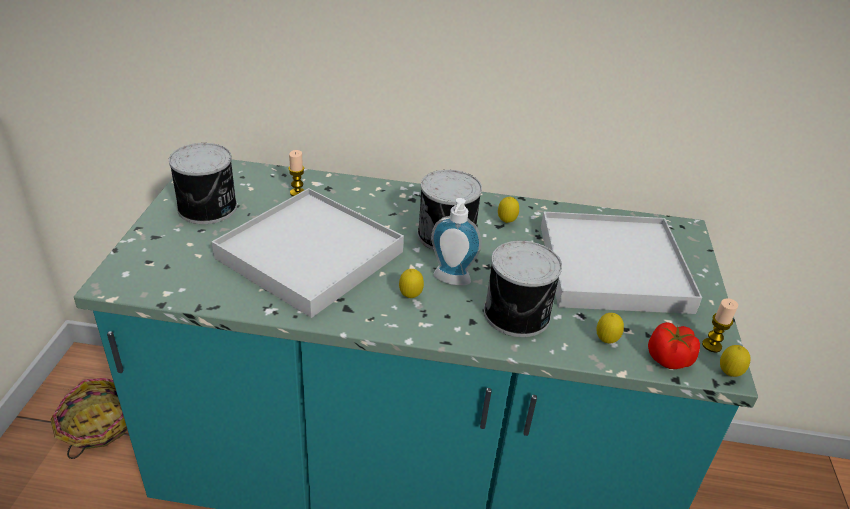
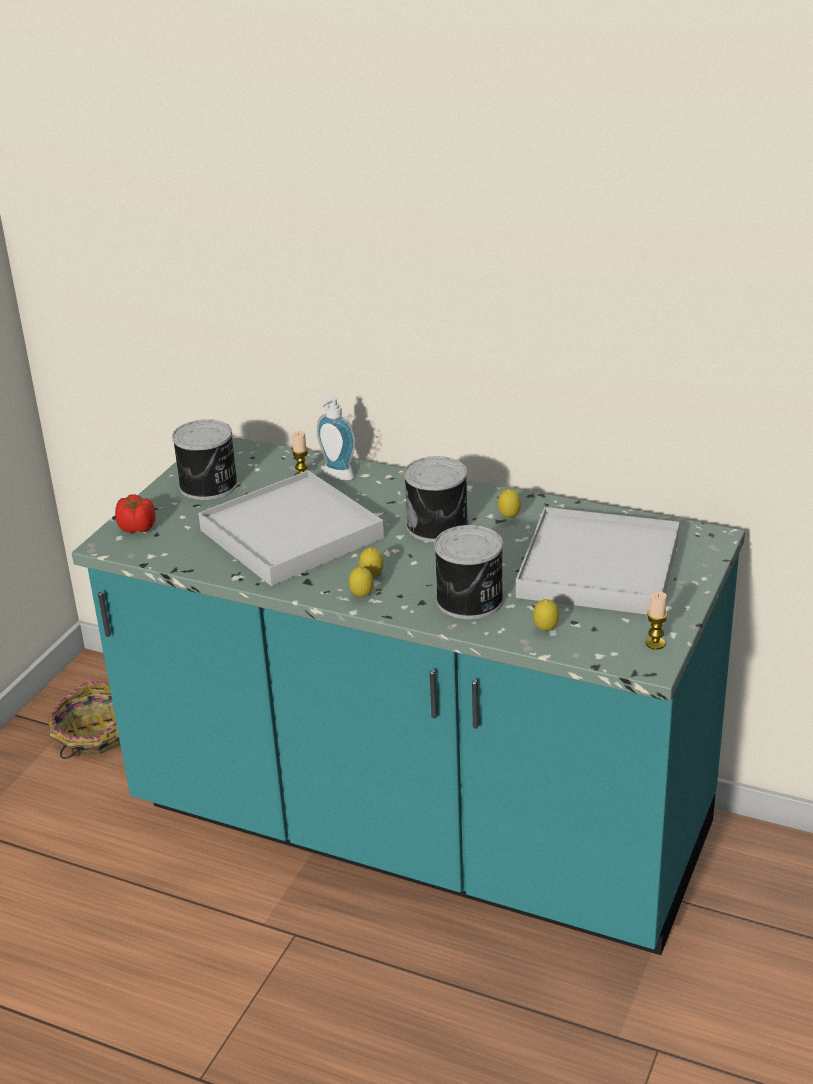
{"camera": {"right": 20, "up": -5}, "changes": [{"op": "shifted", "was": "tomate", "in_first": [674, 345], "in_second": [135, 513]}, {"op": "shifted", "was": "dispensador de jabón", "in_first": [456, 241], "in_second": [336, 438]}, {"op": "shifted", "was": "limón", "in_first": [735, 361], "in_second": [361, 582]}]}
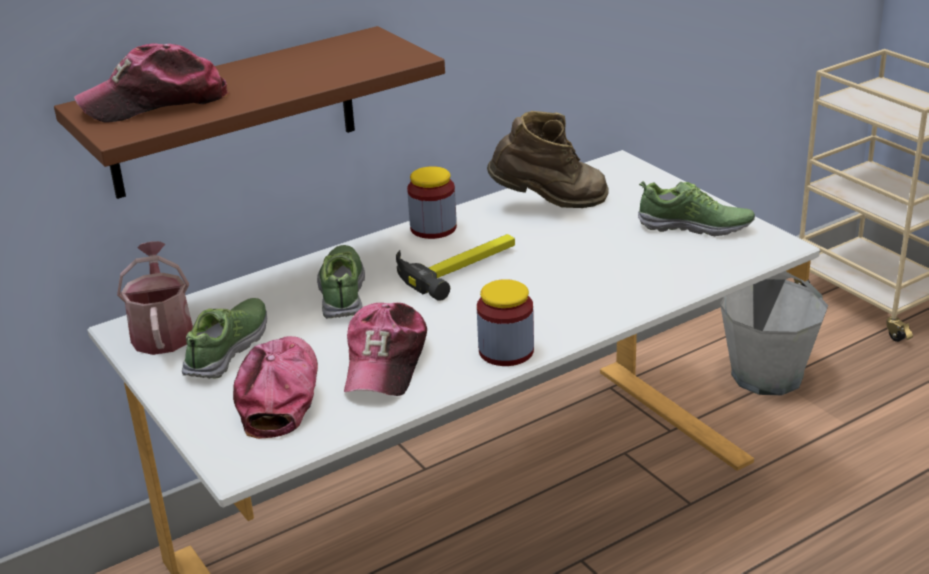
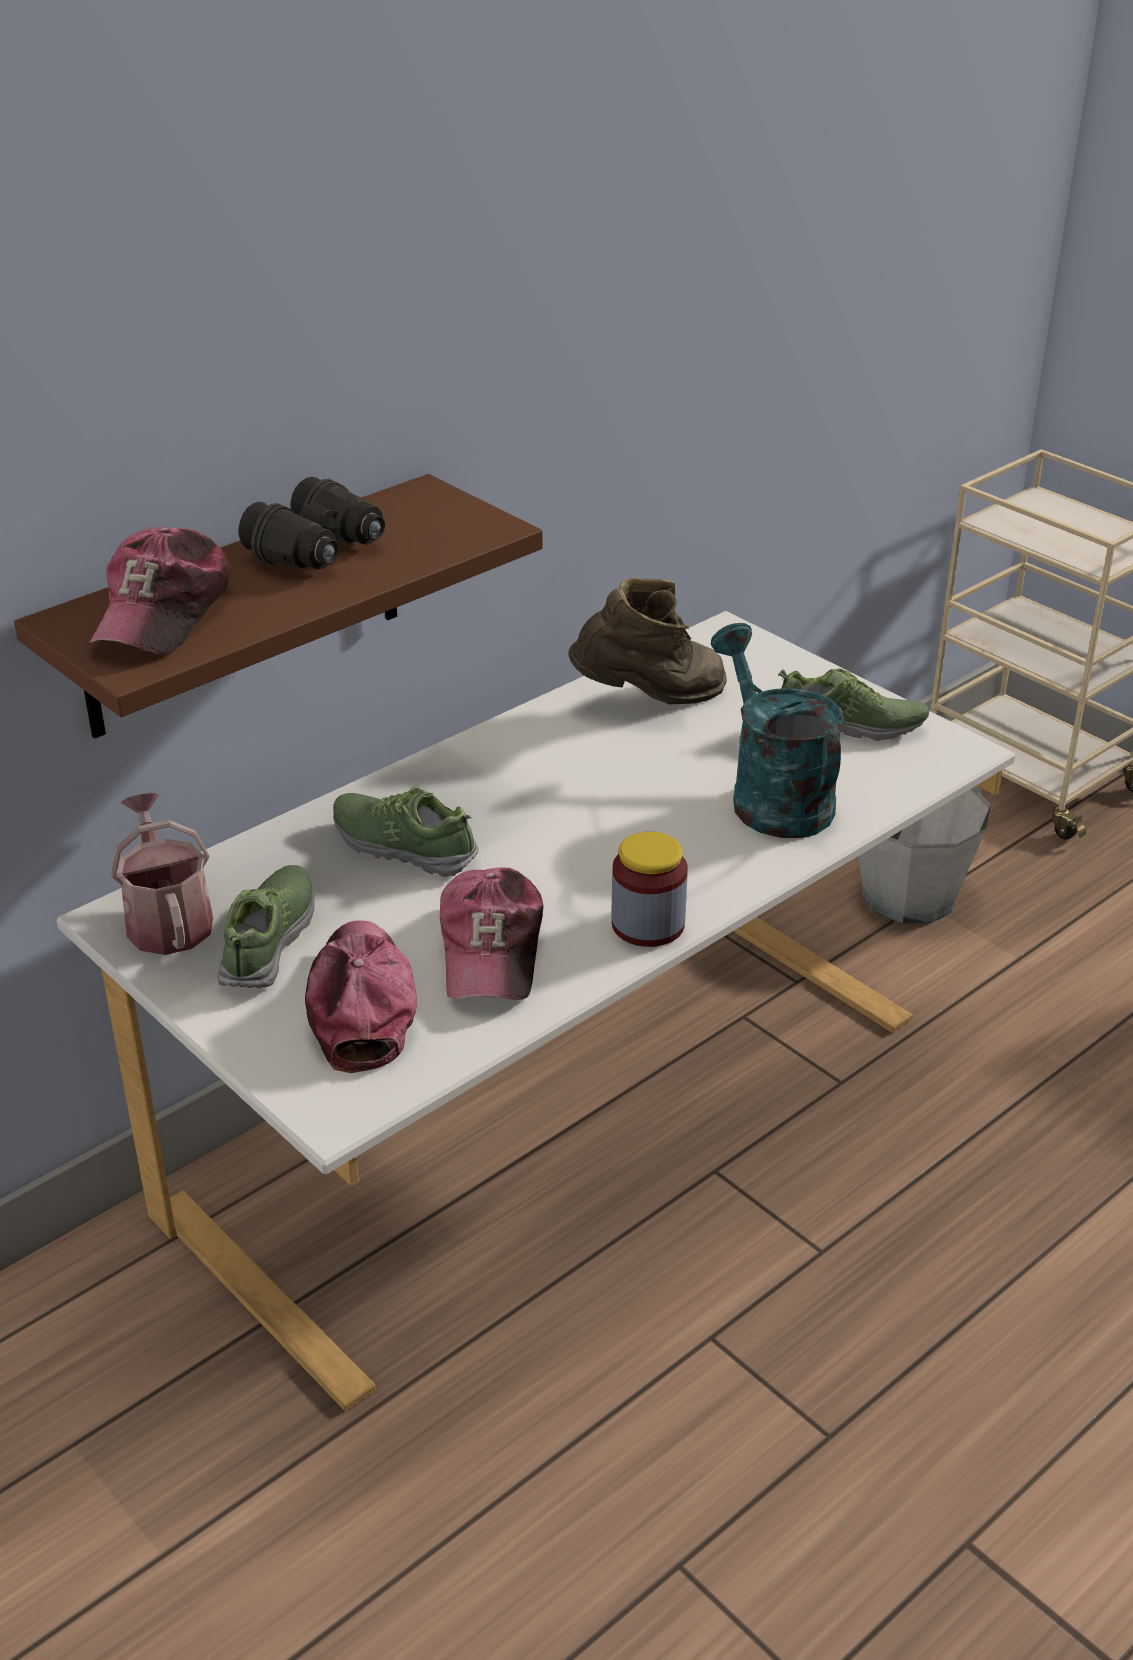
{"camera": {"right": -10, "up": 5}, "changes": [{"op": "rotated", "was": "gorra", "in_first": [151, 83], "in_second": [159, 590], "clockwise": -45}, {"op": "new", "now": "prismáticos (negro)", "in_second": [312, 523]}, {"op": "rotated", "was": "zapato", "in_first": [341, 282], "in_second": [406, 832], "clockwise": -45}, {"op": "new", "now": "regadera (turquesa)", "in_second": [777, 730]}, {"op": "gone", "was": "martillo", "in_first": [455, 267]}, {"op": "gone", "was": "tarro", "in_first": [432, 202]}]}
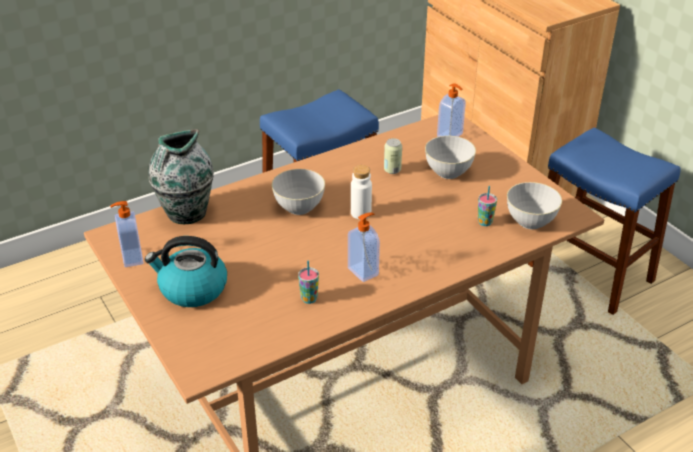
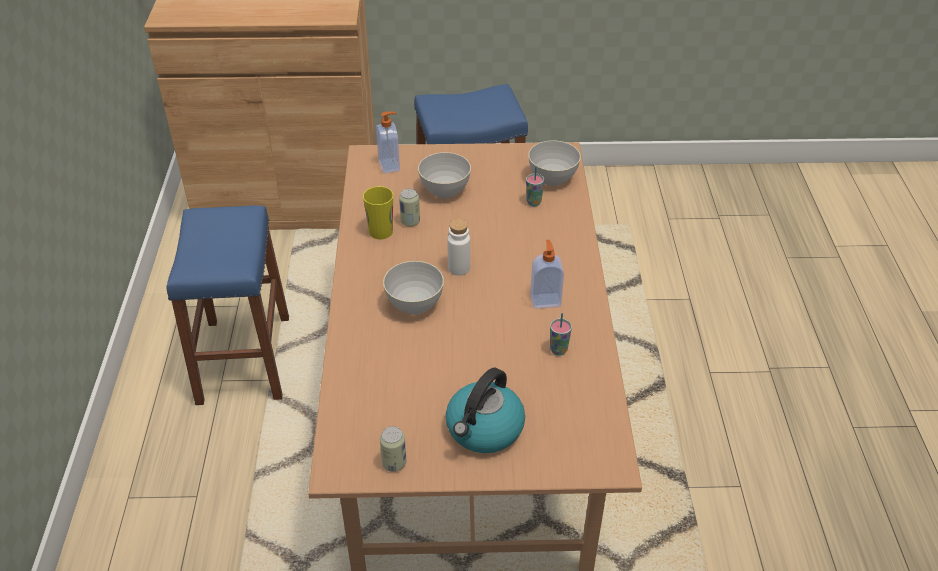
{"camera": {"right": -60, "up": 5}, "changes": [{"op": "new", "now": "taza", "in_second": [378, 212]}, {"op": "swapped", "was": "dispensador de jabón", "now": "lata", "in_first": [127, 234], "in_second": [393, 449]}, {"op": "gone", "was": "florero", "in_first": [181, 176]}]}
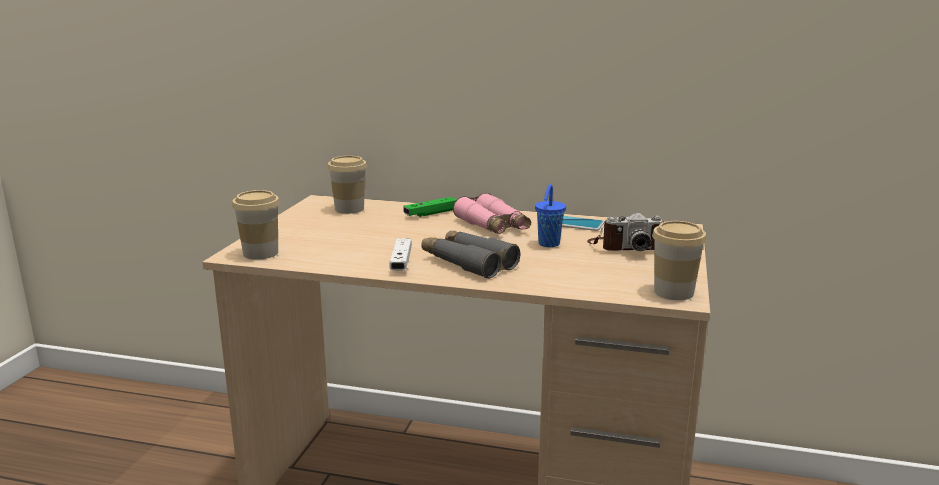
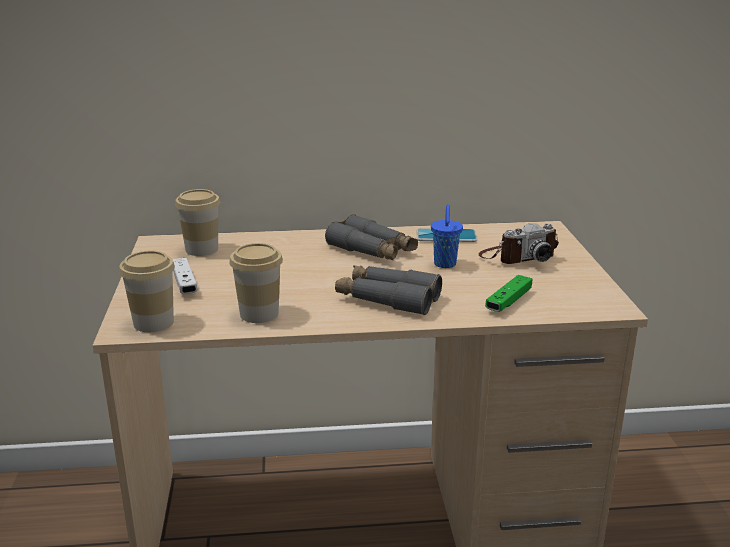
{"camera": {"right": -20, "up": 5}, "changes": [{"op": "shifted", "was": "mando de consola (blanco)", "in_first": [400, 255], "in_second": [185, 276]}, {"op": "shifted", "was": "taza", "in_first": [679, 260], "in_second": [256, 283]}, {"op": "repainted", "was": "prismáticos (rosa)", "now": "prismáticos (gris)", "in_first": [492, 213], "in_second": [371, 237]}, {"op": "shifted", "was": "mando de consola (verde)", "in_first": [430, 207], "in_second": [508, 293]}]}
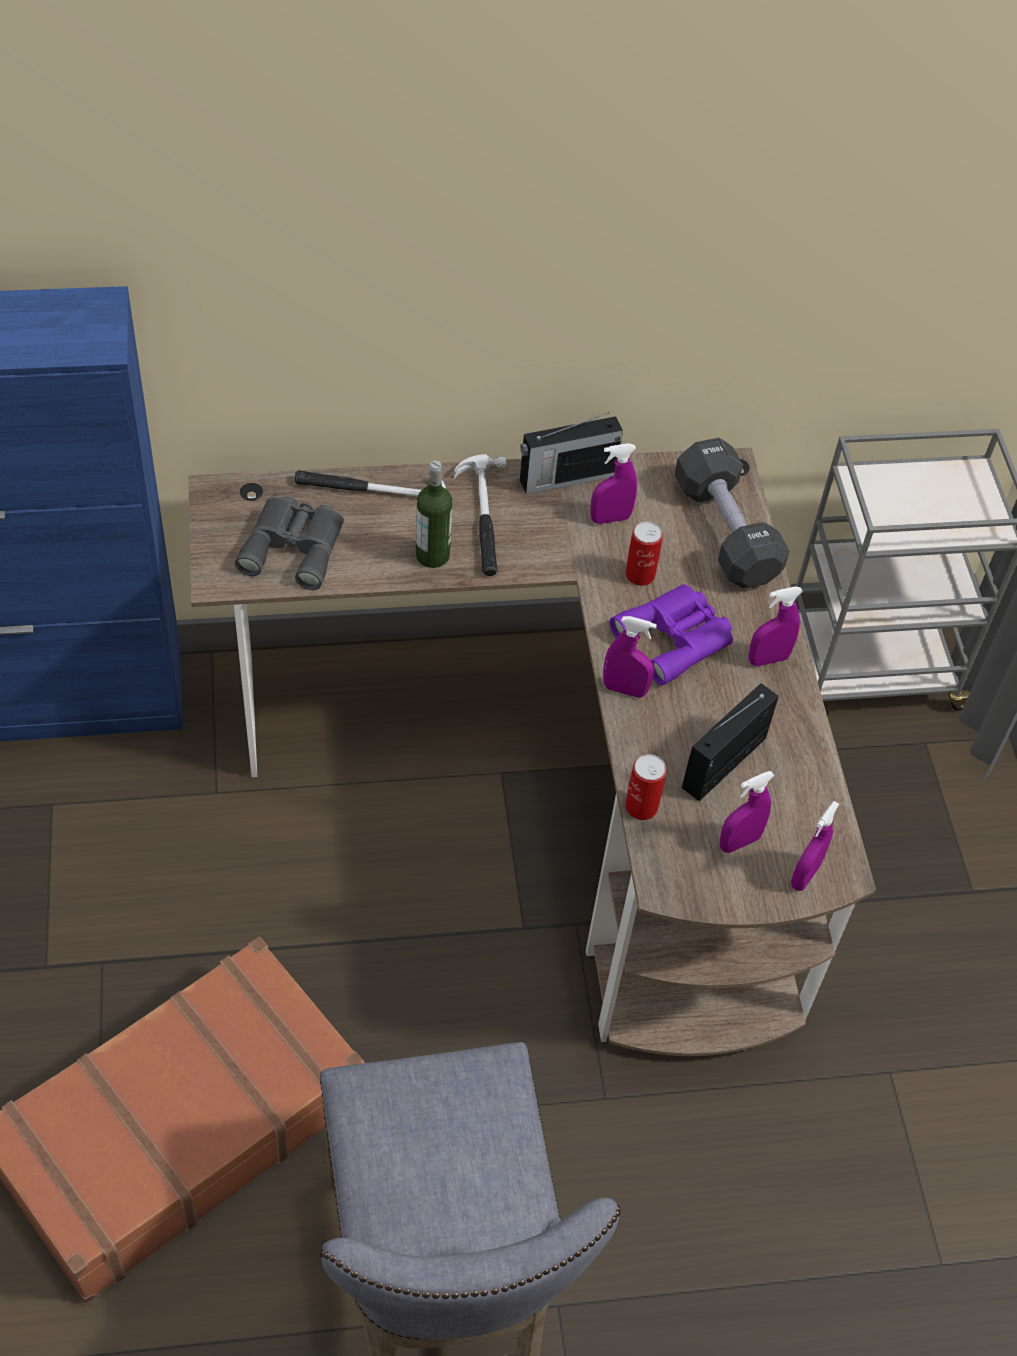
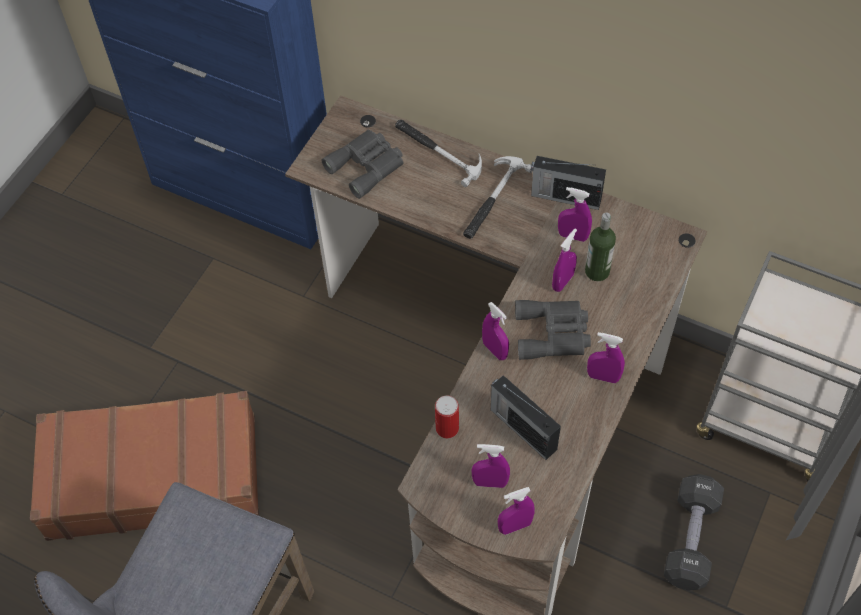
{"camera": {"right": 40, "up": 5}, "changes": [{"op": "rotated", "was": "radio", "in_first": [730, 742], "in_second": [526, 417], "clockwise": -120}, {"op": "repainted", "was": "prismáticos (morado)", "now": "prismáticos (gris)", "in_first": [671, 635], "in_second": [553, 330]}, {"op": "swapped", "was": "lata", "now": "pulverizador (morado)", "in_first": [644, 554], "in_second": [564, 260]}, {"op": "shifted", "was": "botella", "in_first": [434, 514], "in_second": [600, 247]}, {"op": "shifted", "was": "mancuerna (negro)", "in_first": [732, 513], "in_second": [694, 532]}]}
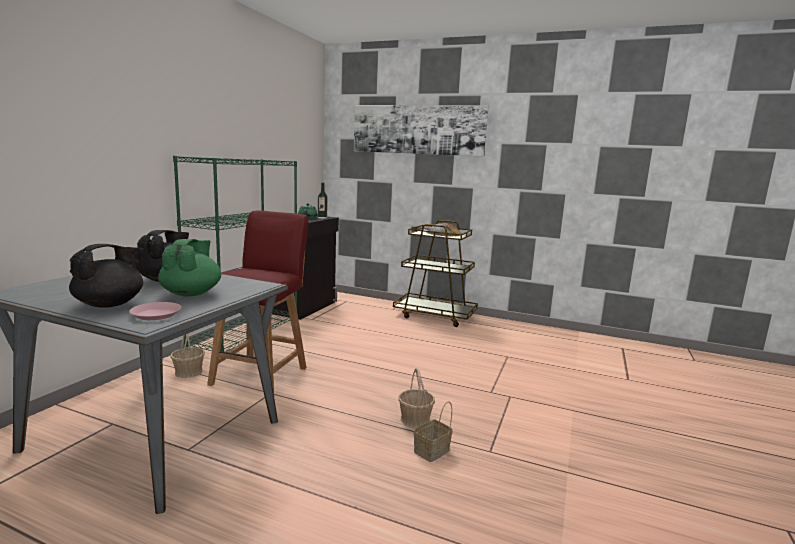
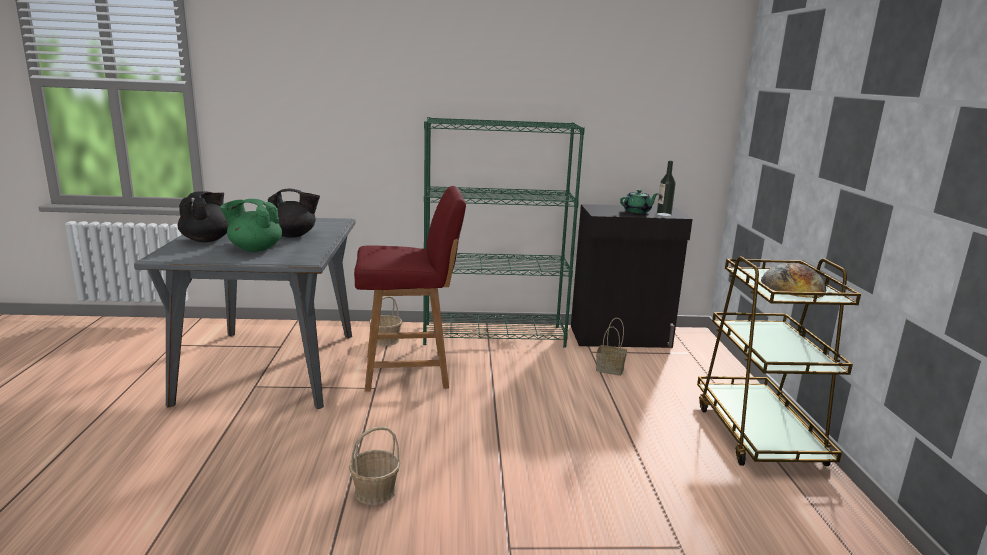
{"camera": {"right": 65, "up": 5}, "changes": [{"op": "rotated", "was": "tetera (negro)", "in_first": [106, 276], "in_second": [203, 216], "clockwise": -90}, {"op": "rotated", "was": "tetera (verde)", "in_first": [189, 268], "in_second": [251, 225], "clockwise": -150}, {"op": "shifted", "was": "cesta", "in_first": [433, 426], "in_second": [611, 347]}, {"op": "gone", "was": "plato (rosa)", "in_first": [155, 311]}, {"op": "gone", "was": "cuadro", "in_first": [421, 131]}]}
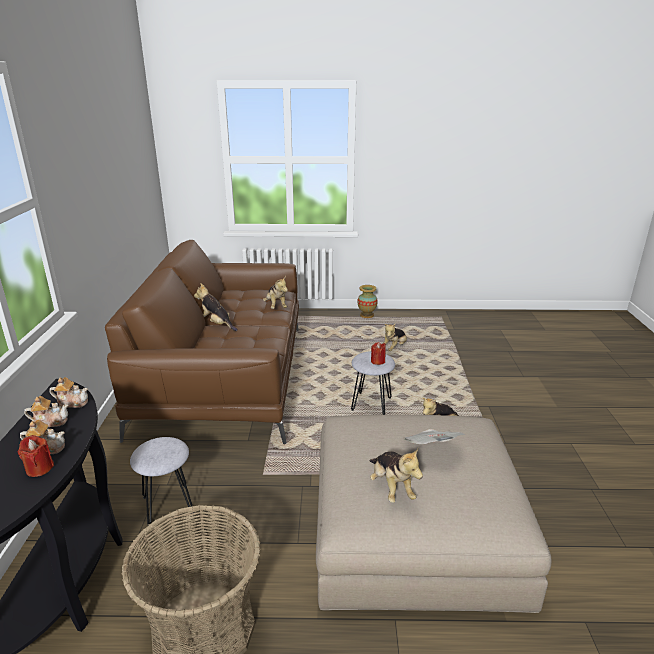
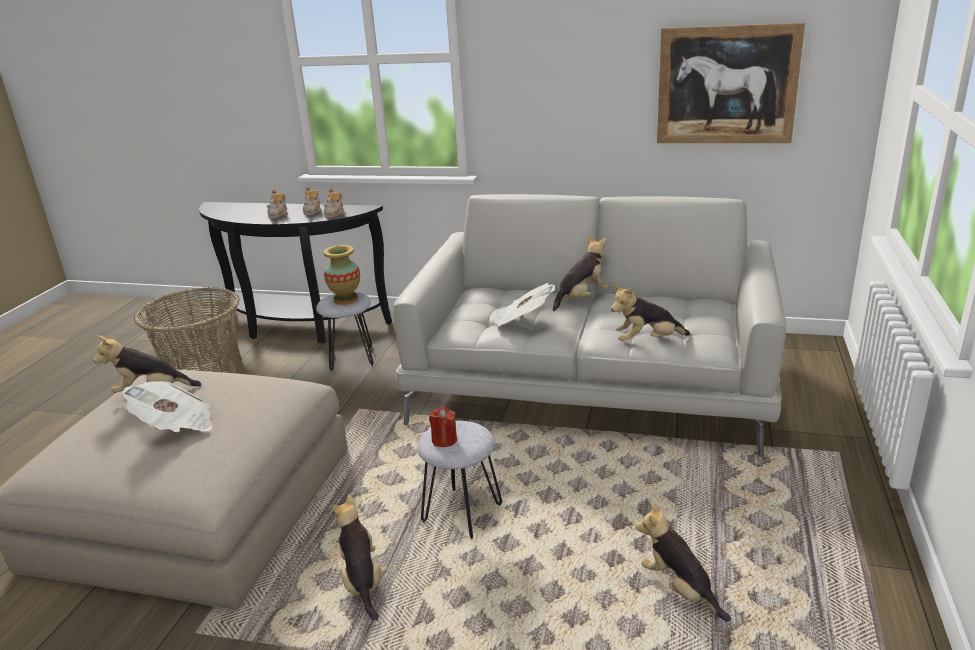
{"camera": {"right": 105, "up": 0}, "changes": [{"op": "shifted", "was": "florero", "in_first": [367, 301], "in_second": [342, 275]}, {"op": "repainted", "was": "sofá (marrón)", "now": "sofá (gris)", "in_first": [202, 342], "in_second": [590, 325]}, {"op": "new", "now": "periódico", "in_second": [523, 305]}, {"op": "new", "now": "cuadro", "in_second": [731, 83]}, {"op": "gone", "was": "vela (rojo)", "in_first": [36, 456]}]}
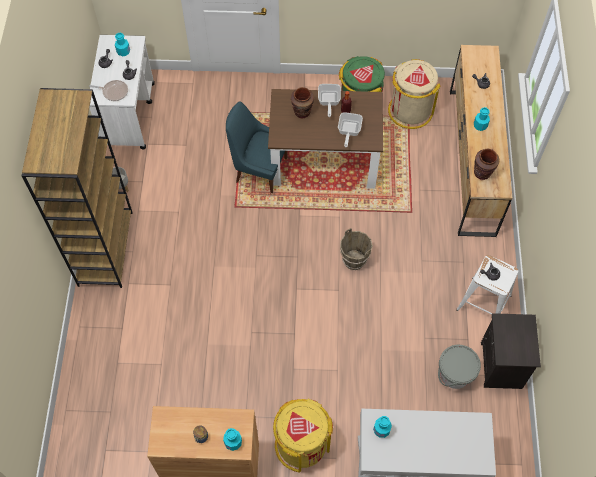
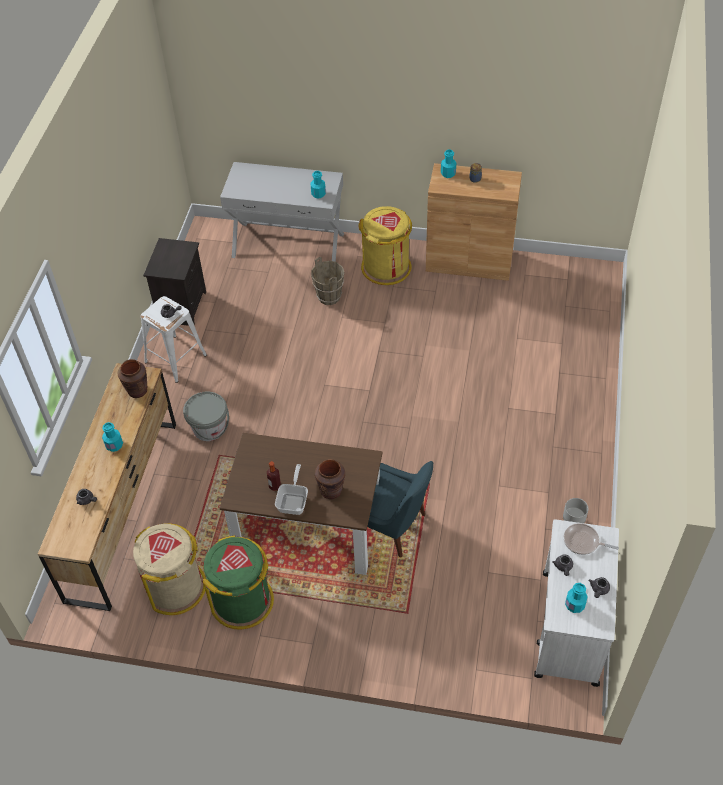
{"camera": {"right": -170, "up": -10}, "changes": [{"op": "shifted", "was": "cubo (gris)", "in_first": [459, 367], "in_second": [206, 416]}, {"op": "shifted", "was": "cubo (marrón)", "in_first": [356, 249], "in_second": [328, 281]}, {"op": "gone", "was": "estantería (marrón)", "in_first": [77, 188]}, {"op": "gone", "was": "sartén", "in_first": [350, 129]}]}
